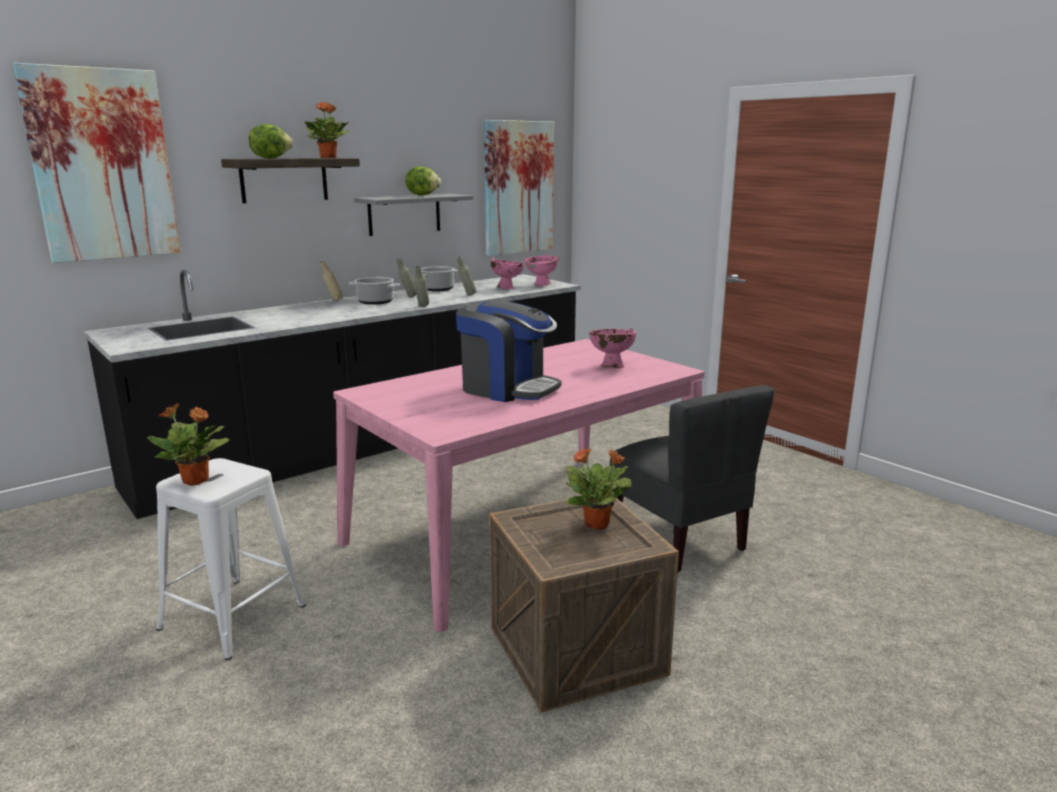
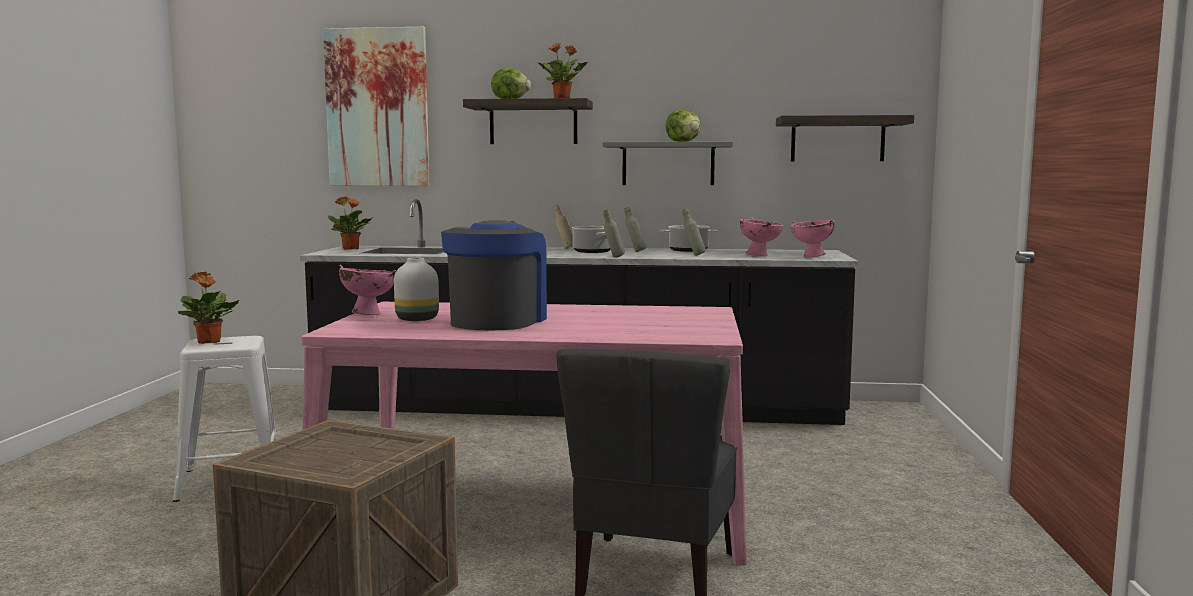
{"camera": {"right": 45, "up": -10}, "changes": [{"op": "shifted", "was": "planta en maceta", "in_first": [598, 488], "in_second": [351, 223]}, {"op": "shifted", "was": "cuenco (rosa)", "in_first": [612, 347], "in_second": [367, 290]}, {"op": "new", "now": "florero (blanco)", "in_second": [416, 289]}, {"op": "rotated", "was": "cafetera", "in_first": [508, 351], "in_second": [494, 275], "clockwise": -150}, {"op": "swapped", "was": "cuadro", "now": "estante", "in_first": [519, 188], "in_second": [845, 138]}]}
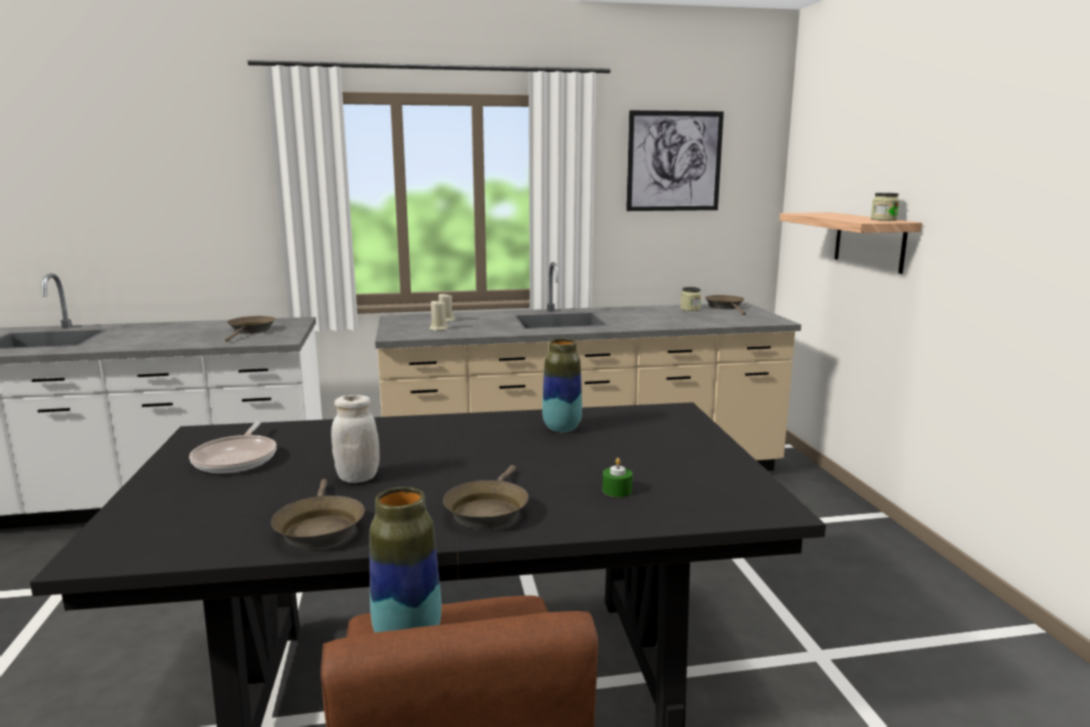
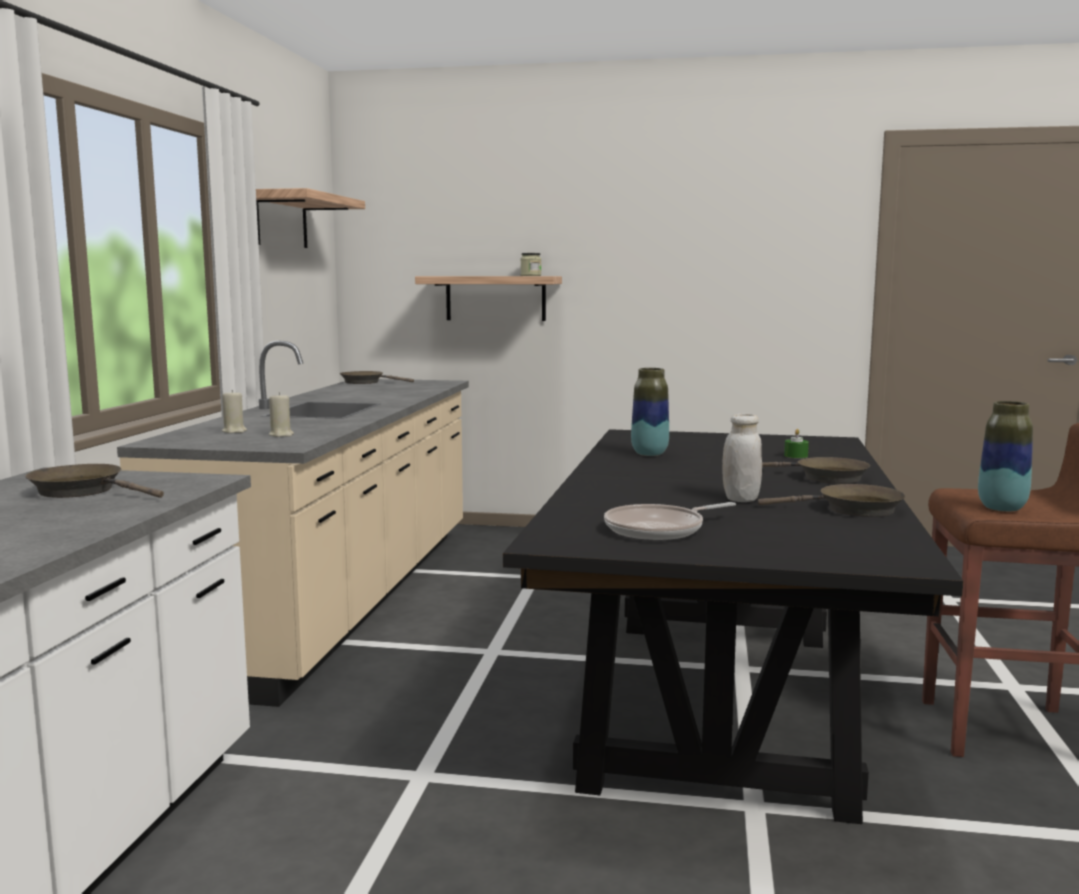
{"camera": {"right": -70, "up": -5}, "changes": [{"op": "swapped", "was": "cuadro", "now": "estante", "in_first": [675, 160], "in_second": [310, 218]}, {"op": "rotated", "was": "sartén", "in_first": [233, 446], "in_second": [670, 521], "clockwise": 135}, {"op": "gone", "was": "tarro", "in_first": [690, 299]}]}
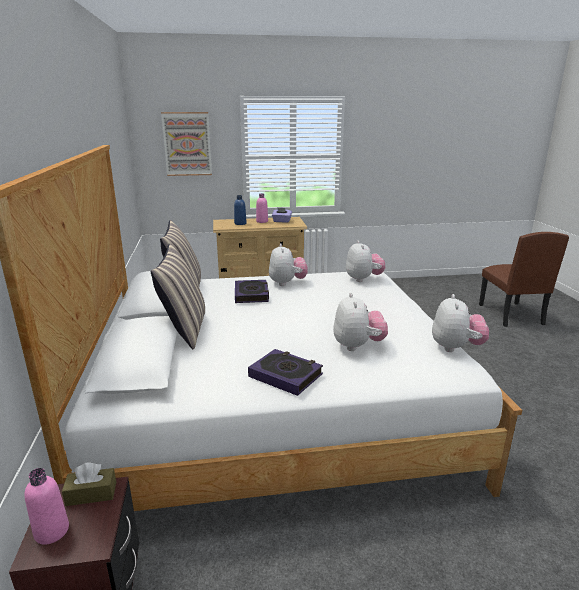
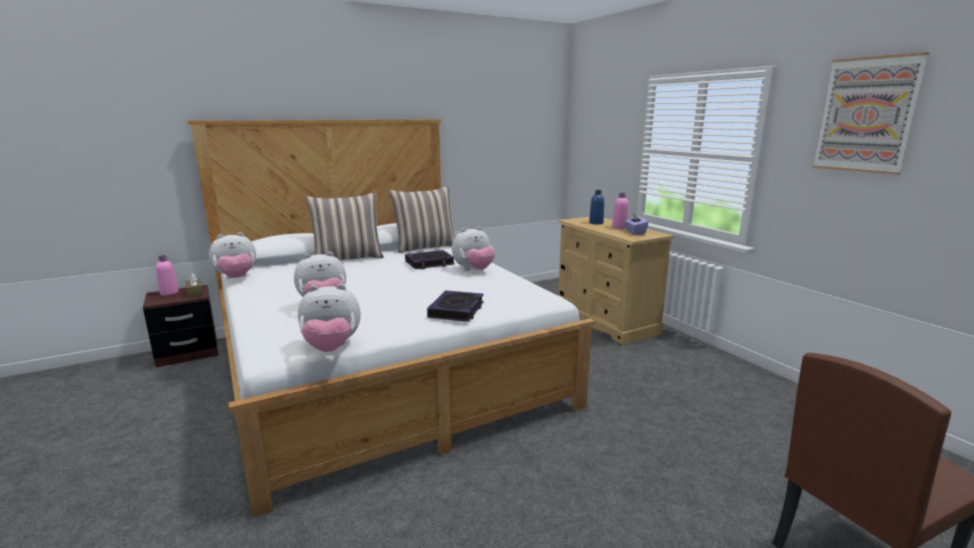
{"camera": {"right": 70, "up": -5}, "changes": [{"op": "shifted", "was": "peluche", "in_first": [365, 261], "in_second": [232, 255]}, {"op": "shifted", "was": "libro", "in_first": [285, 372], "in_second": [455, 306]}, {"op": "shifted", "was": "cuadro", "in_first": [186, 144], "in_second": [871, 113]}]}
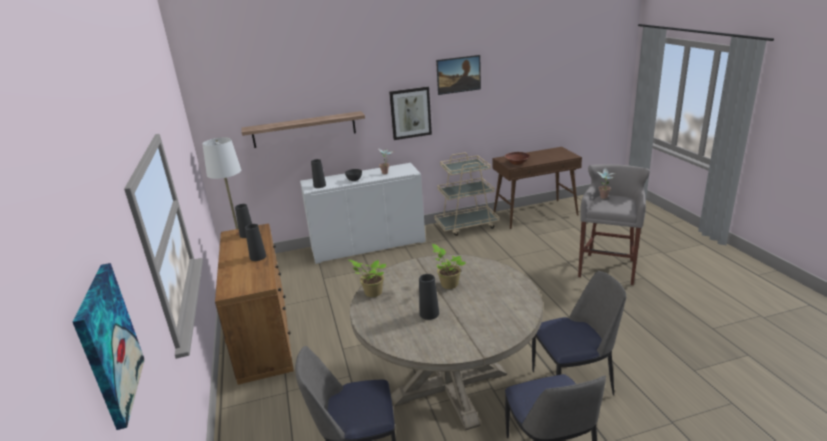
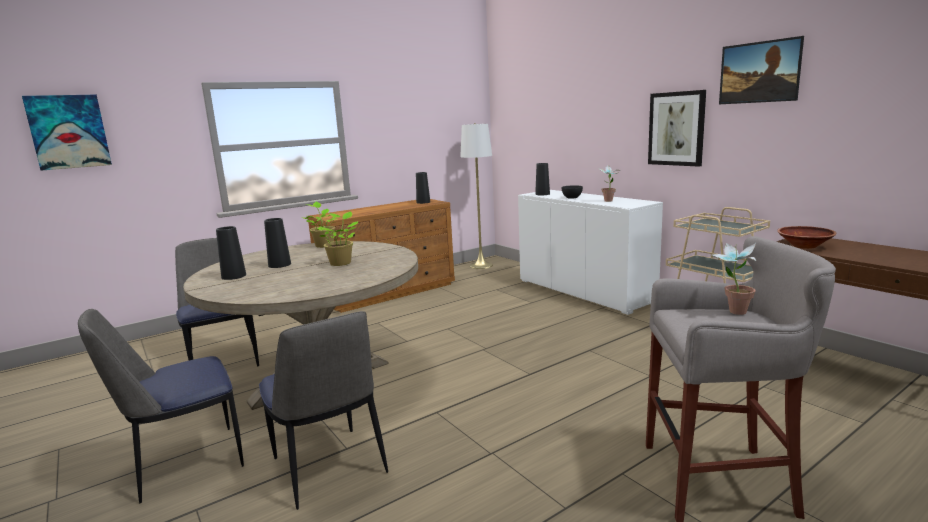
{"camera": {"right": 70, "up": -10}, "changes": [{"op": "shifted", "was": "florero (negro)", "in_first": [255, 242], "in_second": [231, 253]}, {"op": "gone", "was": "estante", "in_first": [303, 129]}]}
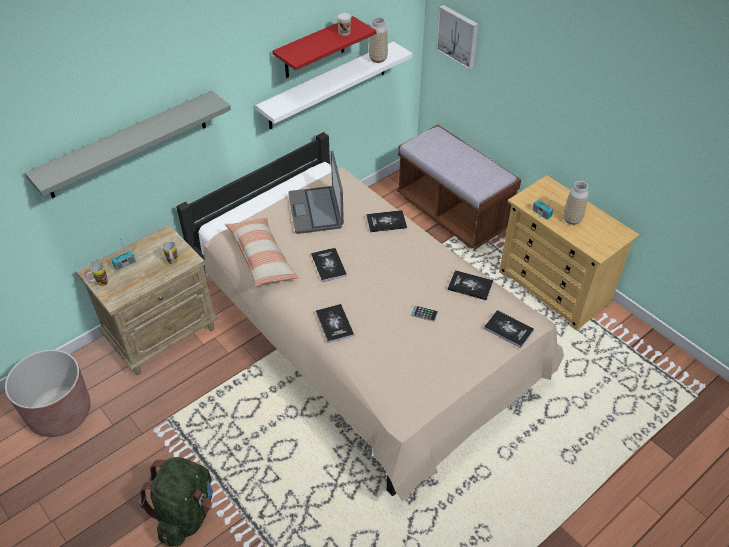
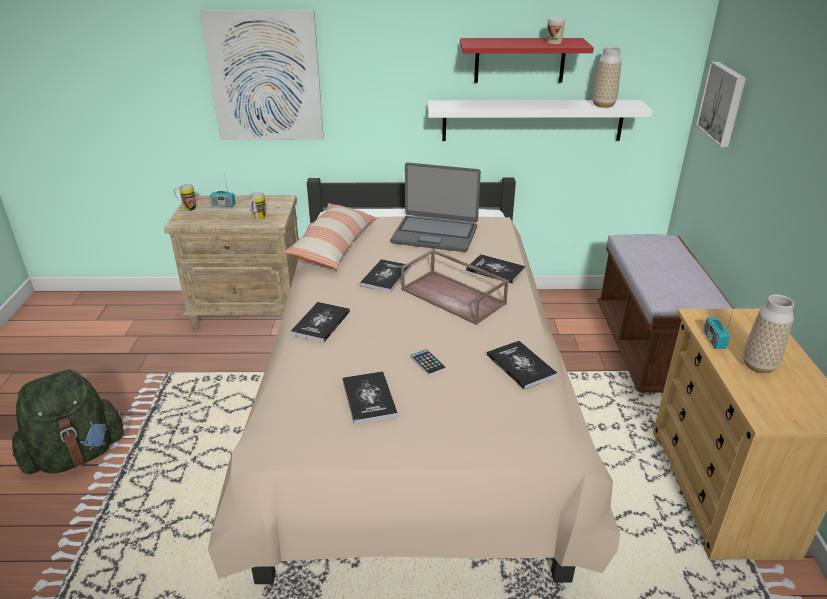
{"camera": {"right": 40, "up": -15}, "changes": [{"op": "swapped", "was": "estante (gris)", "now": "cuadro", "in_first": [128, 144], "in_second": [262, 75]}, {"op": "shifted", "was": "libro", "in_first": [509, 329], "in_second": [370, 397]}, {"op": "rotated", "was": "portátil", "in_first": [316, 192], "in_second": [436, 207], "clockwise": -105}, {"op": "new", "now": "bandeja (marrón)", "in_second": [455, 287]}, {"op": "gone", "was": "maceta (marrón)", "in_first": [48, 393]}]}
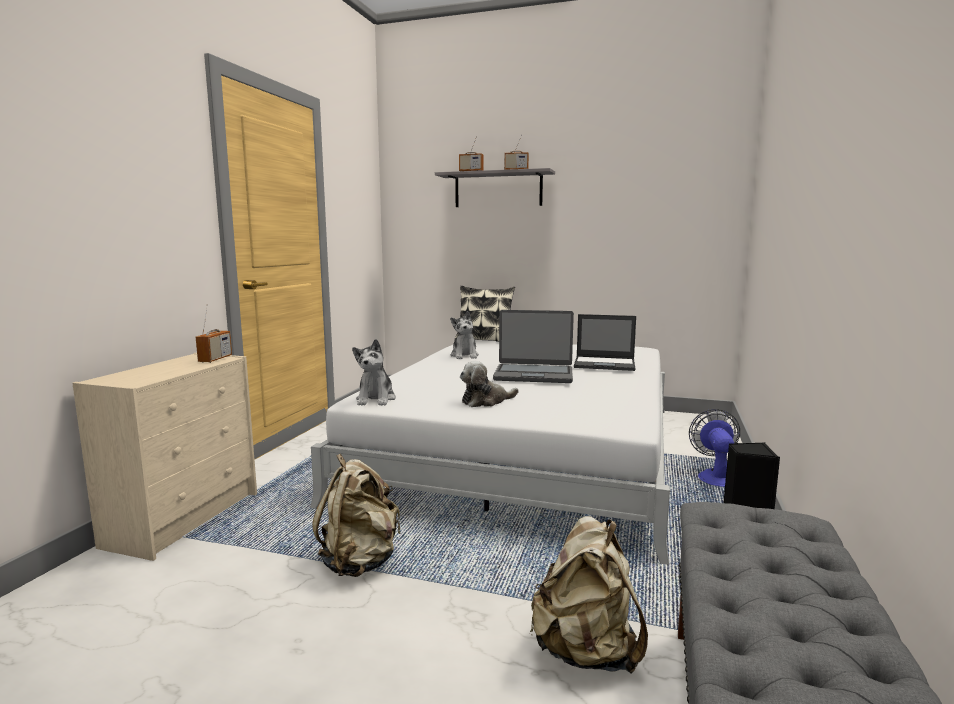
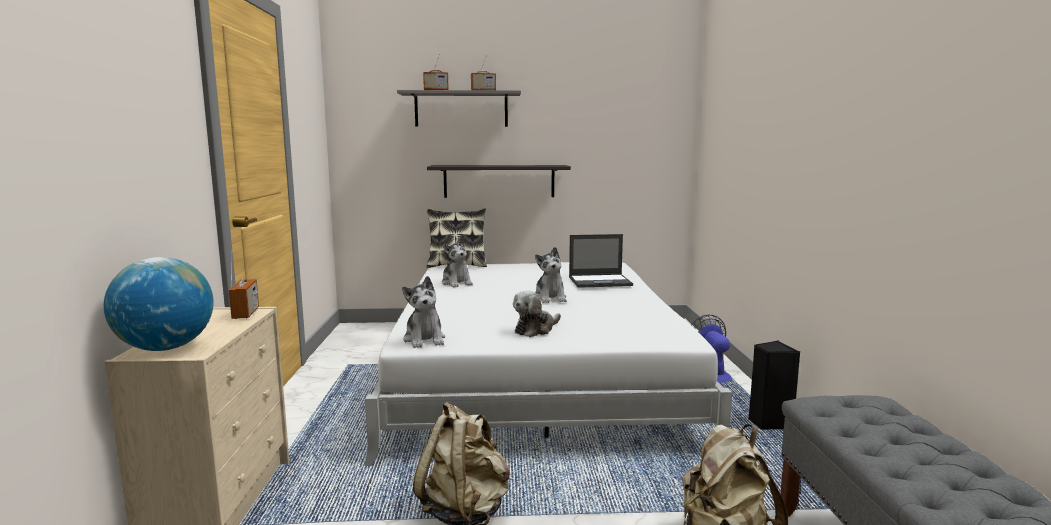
{"camera": {"right": -20, "up": 0}, "changes": [{"op": "new", "now": "globo terráqueo", "in_second": [159, 304]}, {"op": "new", "now": "estante", "in_second": [499, 181]}, {"op": "swapped", "was": "portátil", "now": "peluche", "in_first": [533, 346], "in_second": [550, 275]}]}
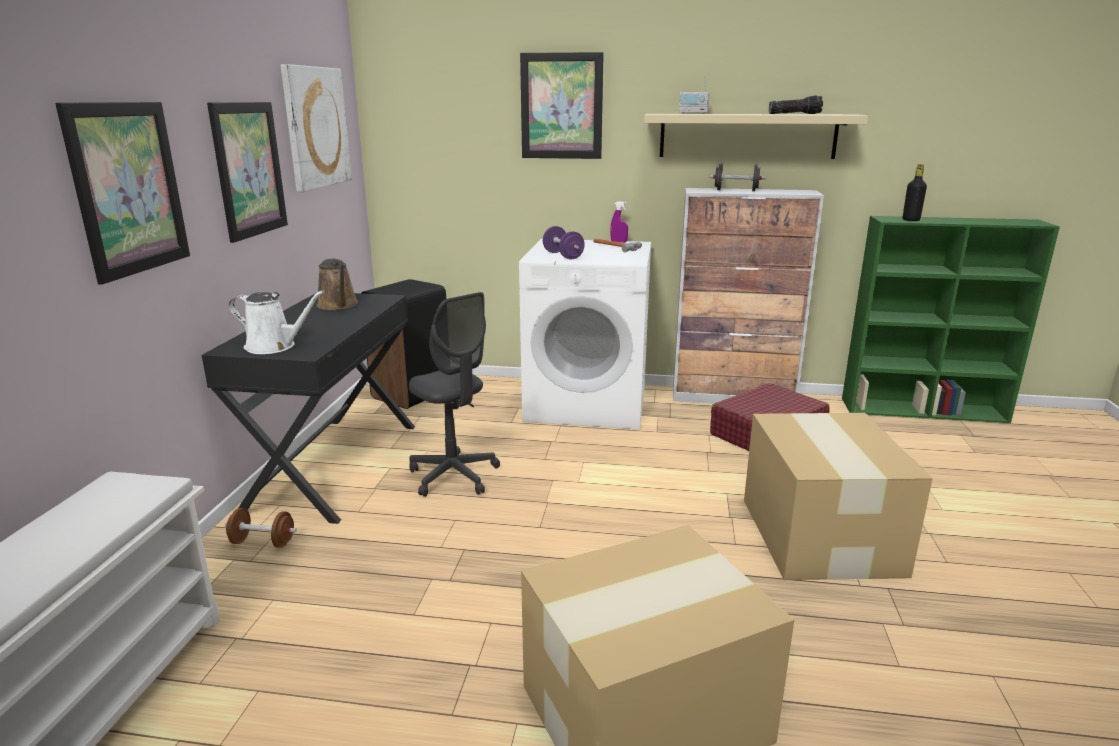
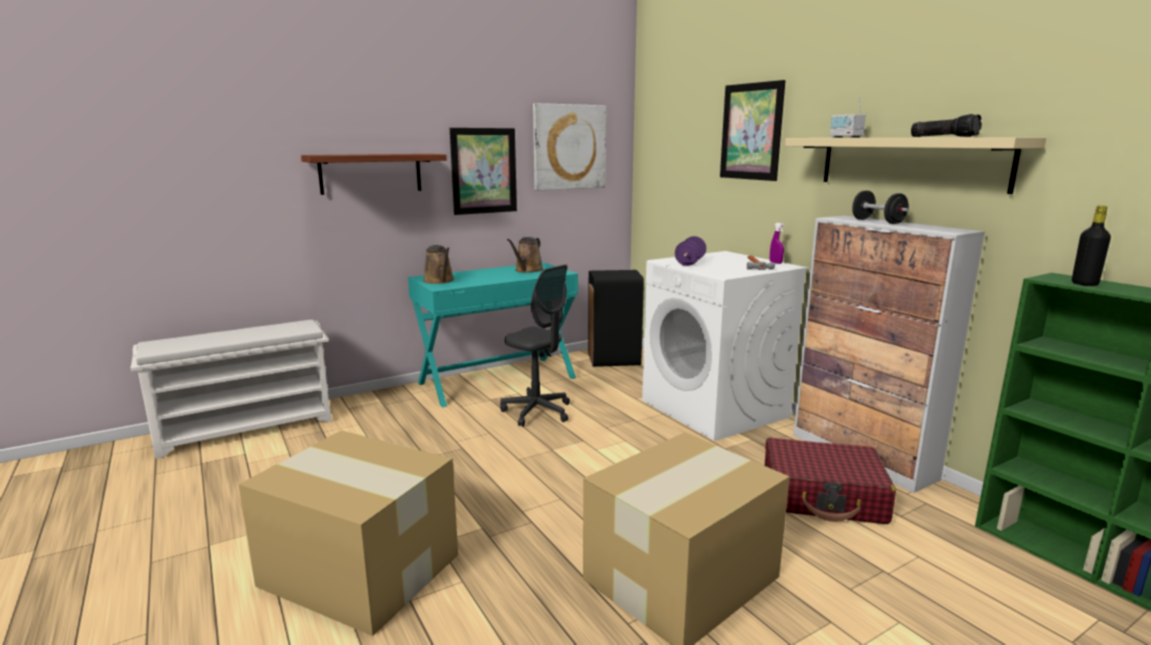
{"camera": {"right": 50, "up": -5}, "changes": [{"op": "swapped", "was": "cuadro", "now": "estante", "in_first": [122, 193], "in_second": [374, 174]}, {"op": "repainted", "was": "escritorio (negro)", "now": "escritorio (turquesa)", "in_first": [308, 408], "in_second": [493, 334]}, {"op": "repainted", "was": "regadera (blanco)", "now": "regadera (marrón)", "in_first": [276, 322], "in_second": [438, 264]}, {"op": "rotated", "was": "silla de oficina (gris)", "in_first": [454, 394], "in_second": [535, 345], "clockwise": -60}, {"op": "gone", "was": "mancuerna (marrón)", "in_first": [261, 528]}]}
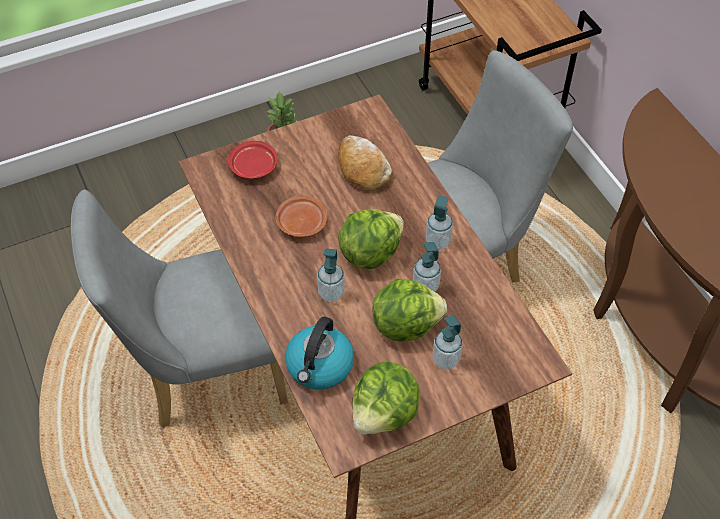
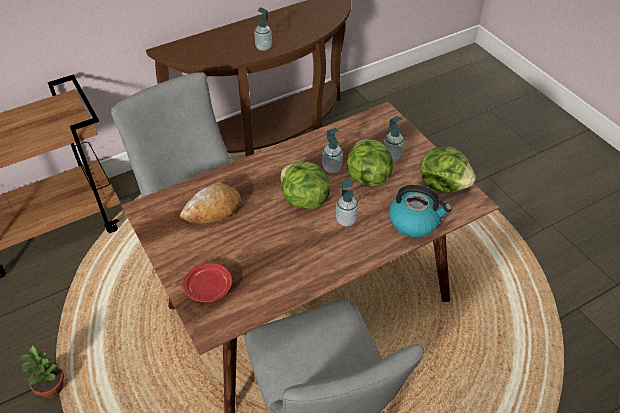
{"camera": {"right": -95, "up": -5}, "changes": [{"op": "shifted", "was": "dispensador de jabón", "in_first": [439, 222], "in_second": [263, 29]}, {"op": "gone", "was": "plato (marrón)", "in_first": [301, 216]}]}
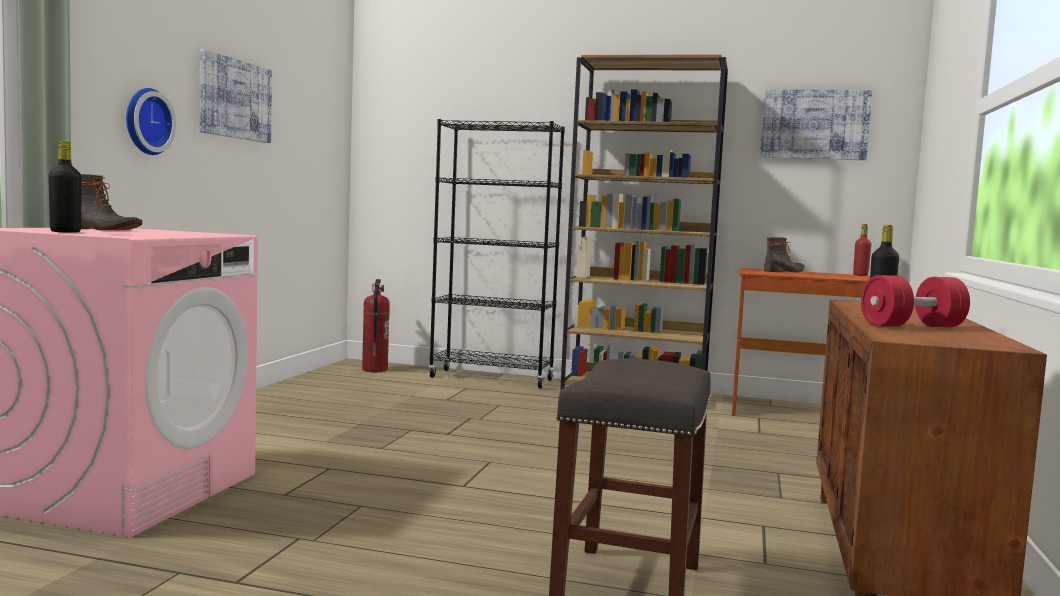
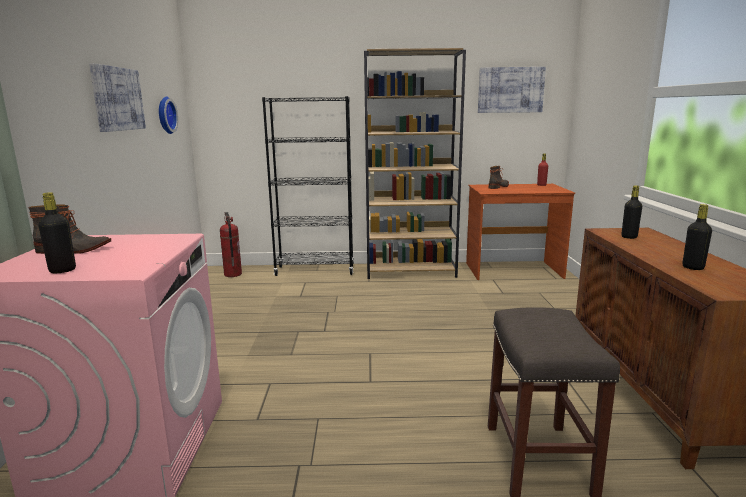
{"camera": {"right": -15, "up": 10}, "changes": [{"op": "shifted", "was": "reloj de pared", "in_first": [151, 121], "in_second": [168, 115]}, {"op": "swapped", "was": "mancuerna (rojo)", "now": "botella (negro)", "in_first": [915, 301], "in_second": [697, 237]}]}
